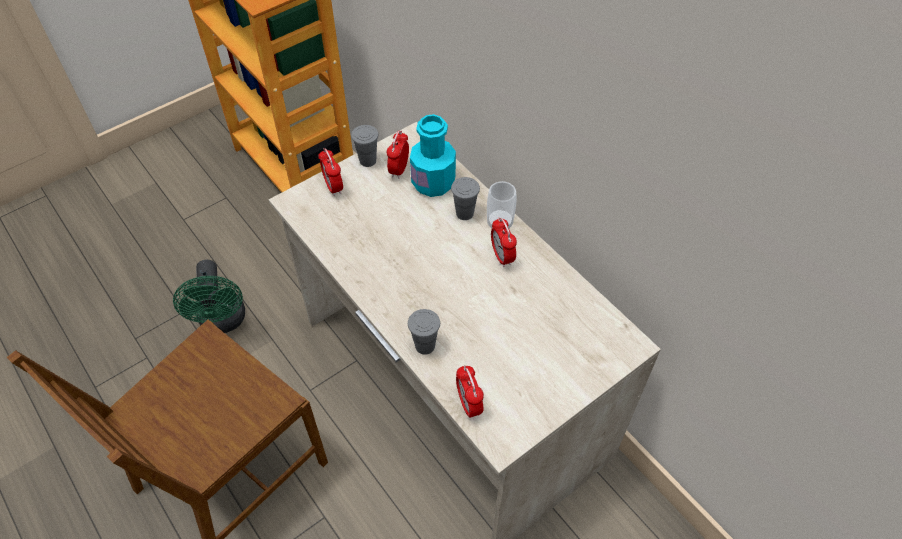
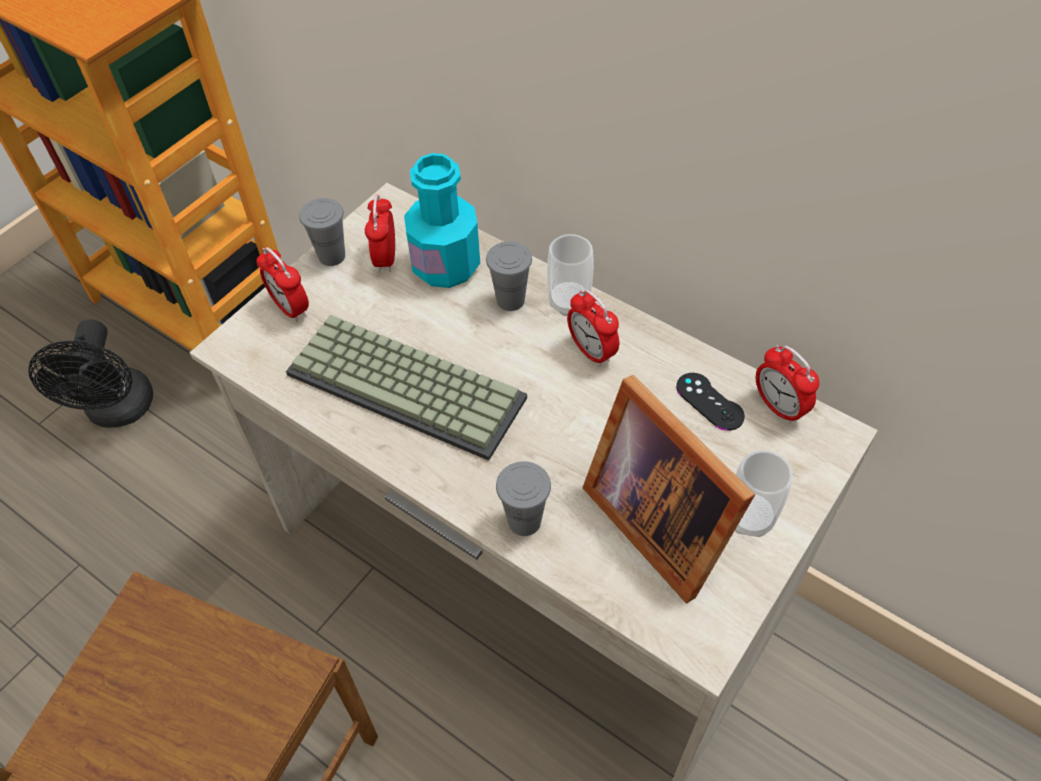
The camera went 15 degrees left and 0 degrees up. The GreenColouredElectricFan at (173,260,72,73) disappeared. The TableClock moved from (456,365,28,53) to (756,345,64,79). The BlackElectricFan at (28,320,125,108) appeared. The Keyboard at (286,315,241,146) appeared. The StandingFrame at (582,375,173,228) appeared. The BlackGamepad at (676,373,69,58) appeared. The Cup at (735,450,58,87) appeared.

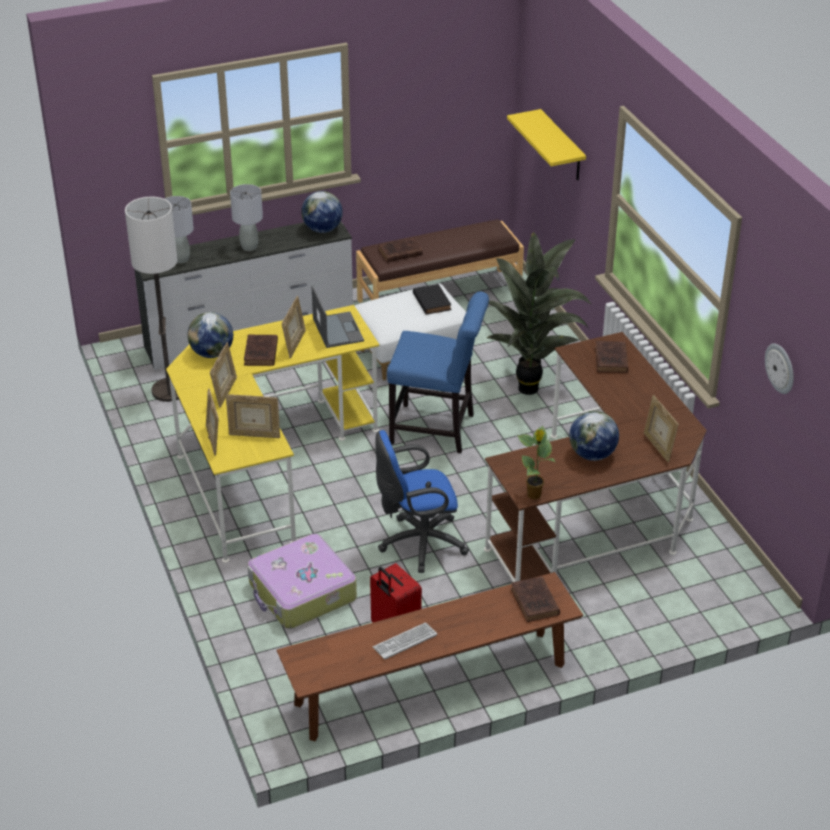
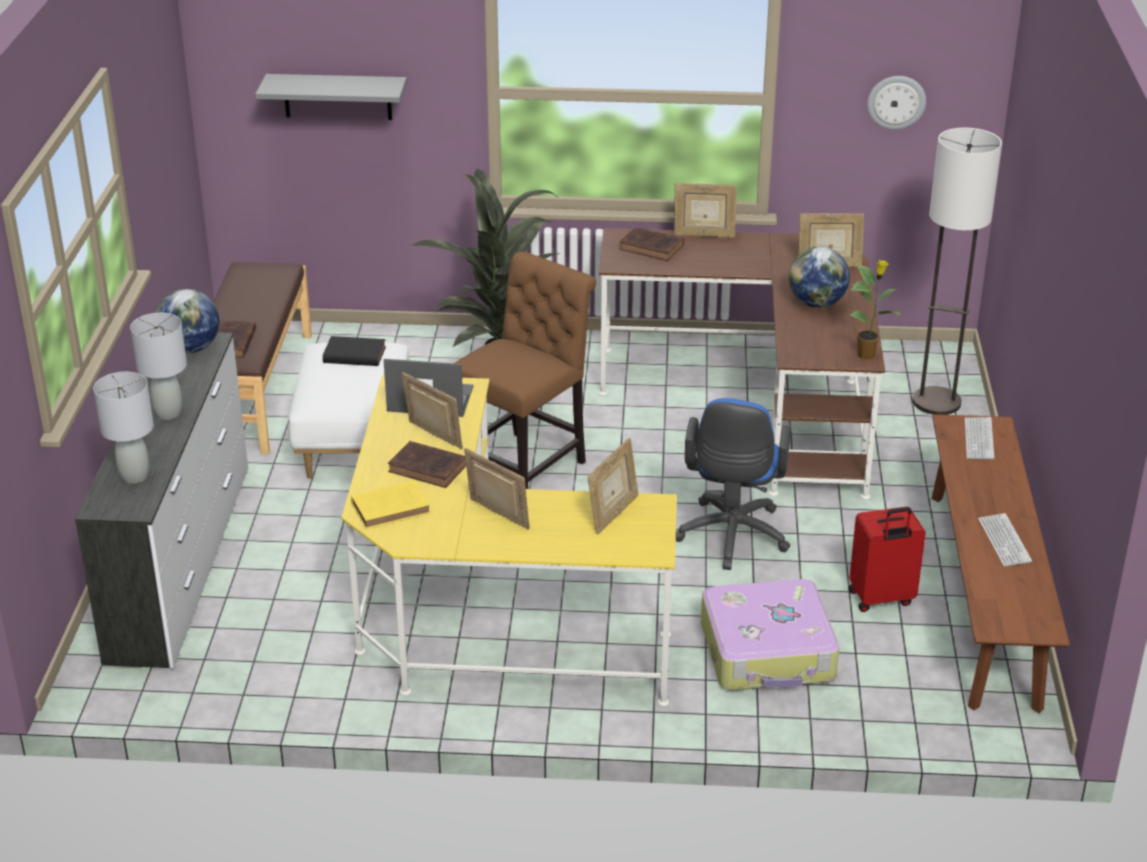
The camera went 65 degrees left and 5 degrees down. The StandardLamp moved from (125,197,54,205) to (913,128,89,287). The WorldGlobe at (187,312,46,46) was replaced by the YellowColouredBook at (351,481,80,48). The StandingFrame moved from (206,388,13,68) to (674,183,63,55). The BlueChair at (387,291,102,162) became the BrownColouredChair at (455,251,141,238). The YellowColouredShelf at (507,109,79,71) became the GrayShelf at (255,74,152,46). The BrownColouredBook at (511,576,49,46) was replaced by the Keyboard at (965,417,29,43).

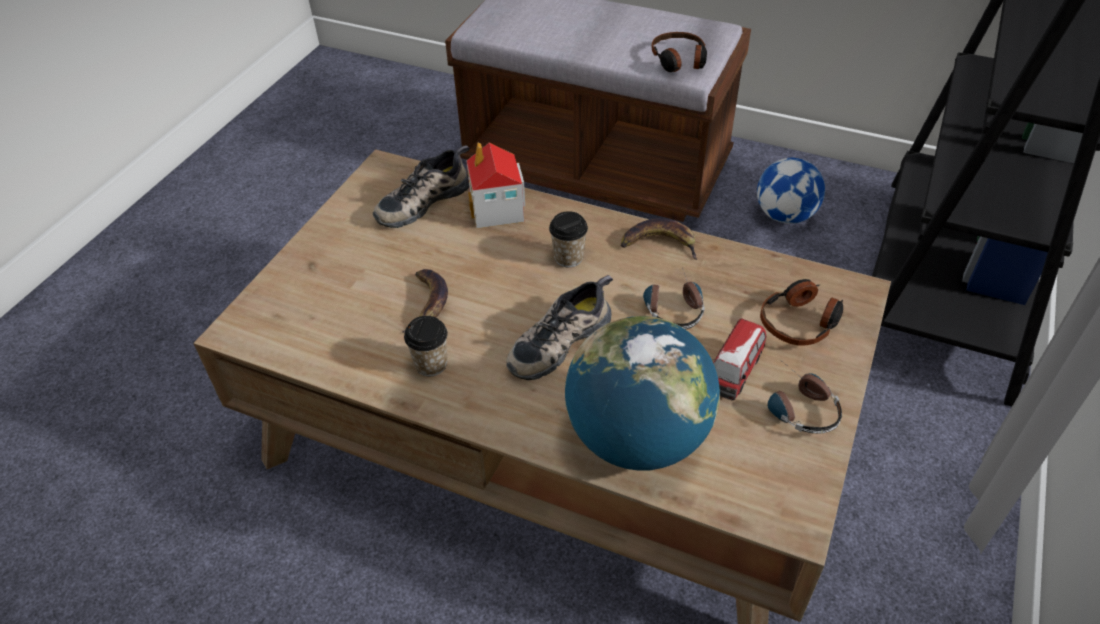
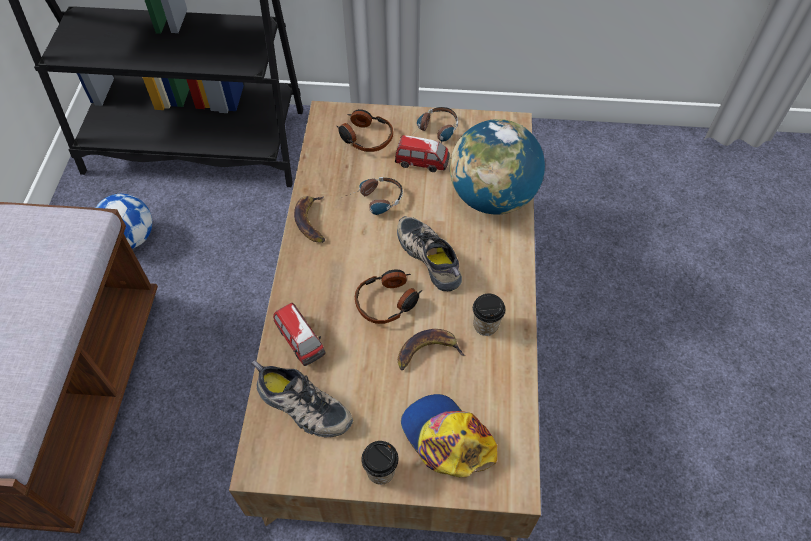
The camera went 110 degrees left and 10 degrees up. The MiniatureHouse at (467,142,58,86) was replaced by the MiniatureCar at (273,303,53,63). The LowShoe at (506,275,107,106) turned 150 degrees counterclockwise. The Cup moved from (549,211,39,56) to (361,441,38,44). The PairOfHeadphones moved from (651,32,56,40) to (355,269,67,55). The PeakedCap at (401,394,96,84) appeared.

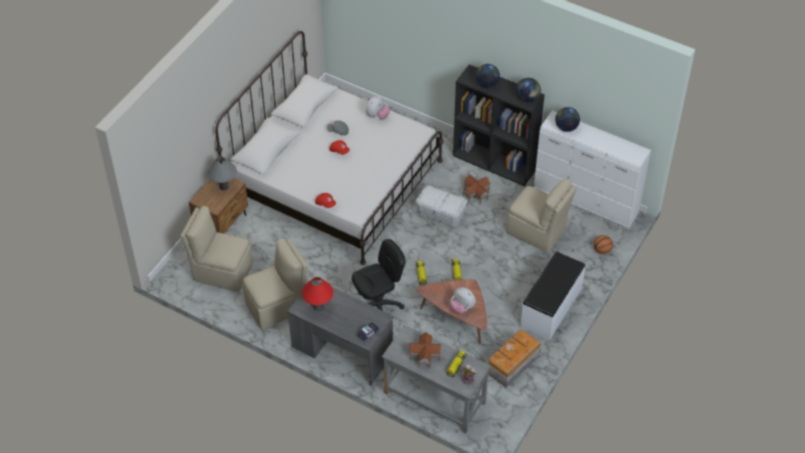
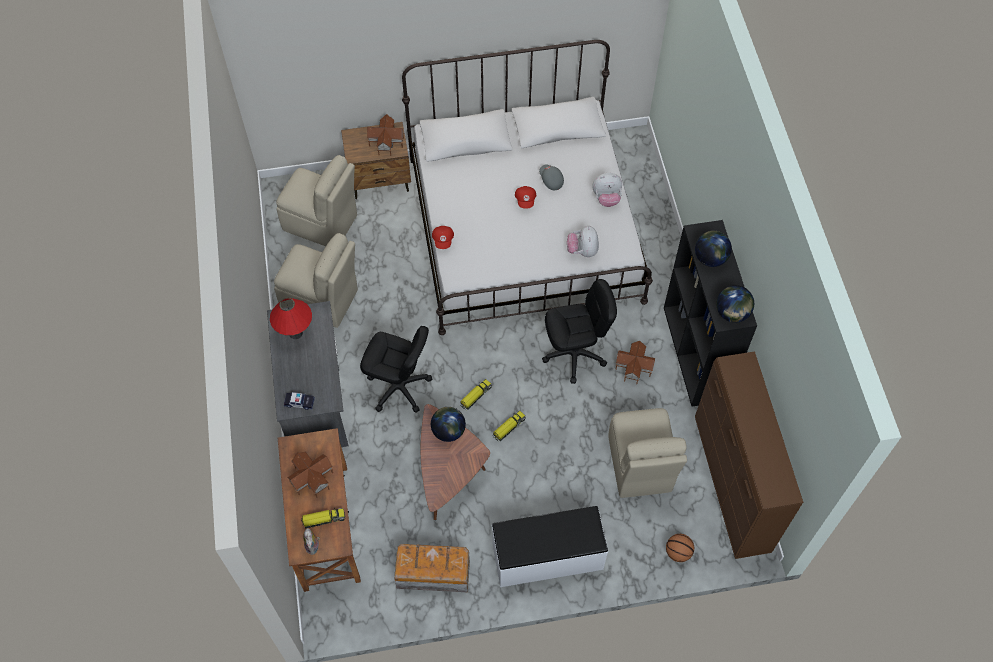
The camera went 50 degrees right and 10 degrees up. The BeigeColouredChair at (180,206,73,86) turned 135 degrees clockwise. The GrayLampForATable at (207,156,30,35) was replaced by the MiniatureHouse at (367,114,37,42). The GrayDeskTable at (382,325,109,108) became the BrownColouredDeskTable at (278,428,83,164). The WhiteColouredStorageBox at (416,186,51,41) was replaced by the BlackOfficeChair at (542,279,75,105). The SoftToy moved from (450,287,26,27) to (567,226,32,31). The WhiteColouredDrawerChest at (534,110,117,119) became the BrownColouredDrawerChest at (695,351,108,208). The WorldGlobe moved from (555,107,25,25) to (431,407,35,35).

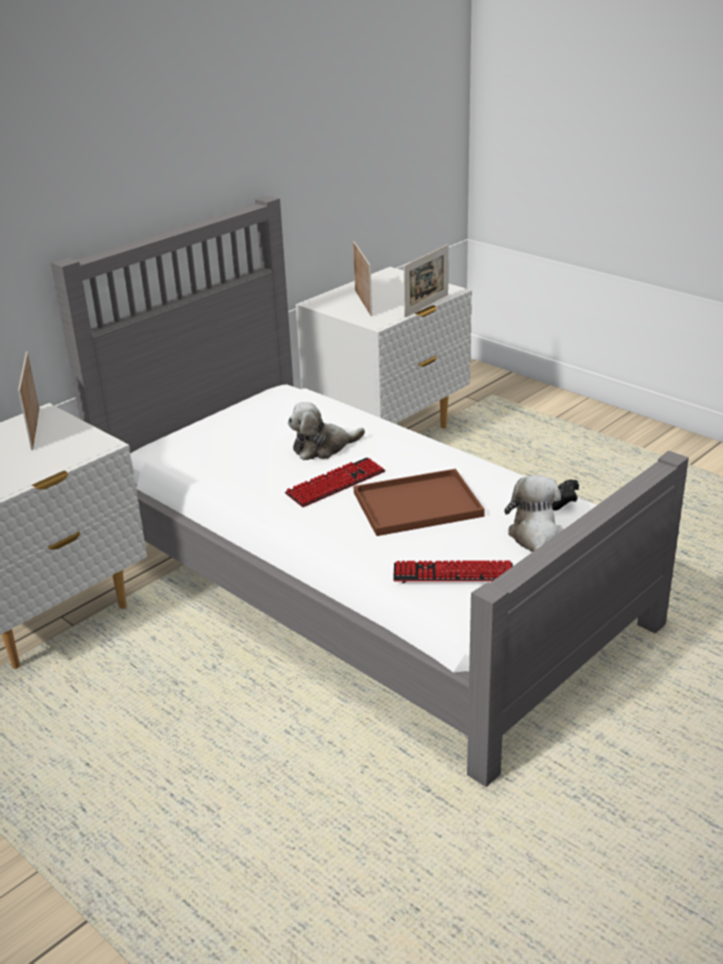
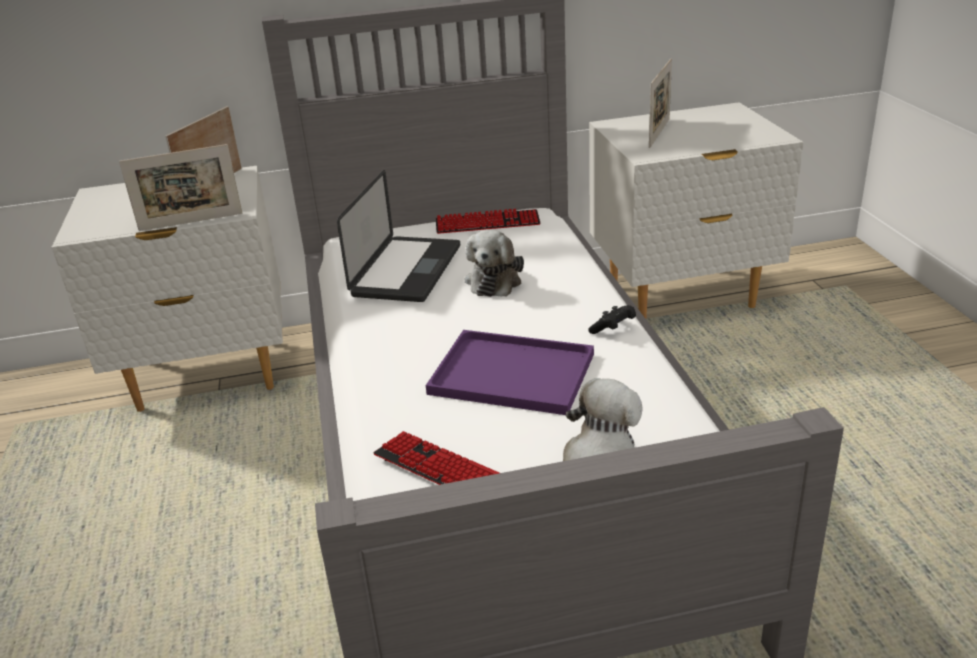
The camera went 35 degrees right and 0 degrees up. The Keyboard moved from (285,457,100,50) to (436,209,105,25). The SoftToy at (288,402,77,58) turned 90 degrees counterclockwise. The BrownColouredTray at (354,469,131,67) became the PurpleColouredTray at (426,330,168,85). The StandingFrame moved from (404,244,44,73) to (119,144,123,87). The BlackGamepad moved from (552,480,27,31) to (588,305,48,29). The PortableComputer at (337,170,123,132) appeared.

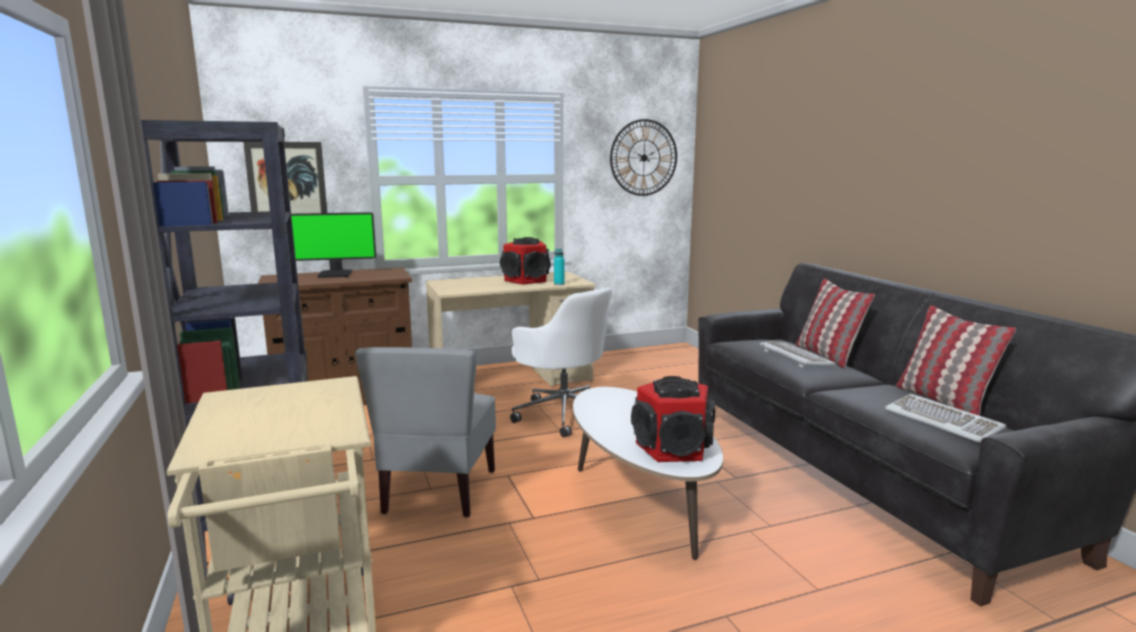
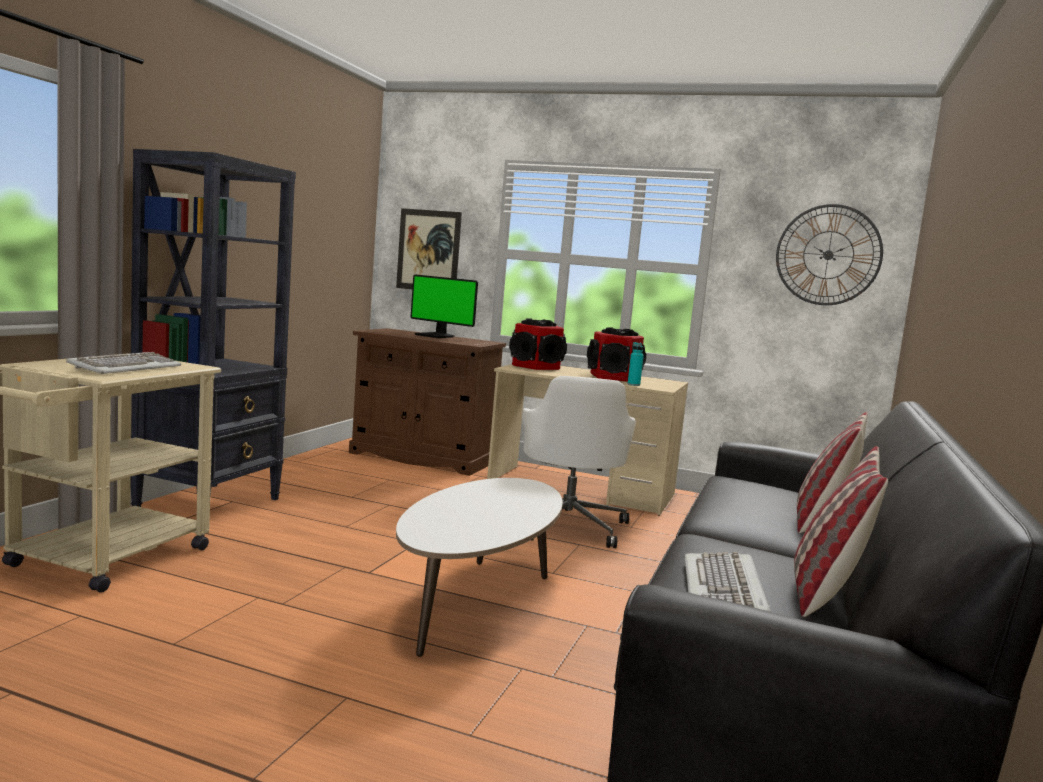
The camera went 40 degrees right and 5 degrees down. The GrayChair at (355,347,141,171) disappeared. The AudioSpeaker moved from (631,376,84,86) to (509,318,58,52). The Keyboard moved from (760,341,76,27) to (66,352,115,22).

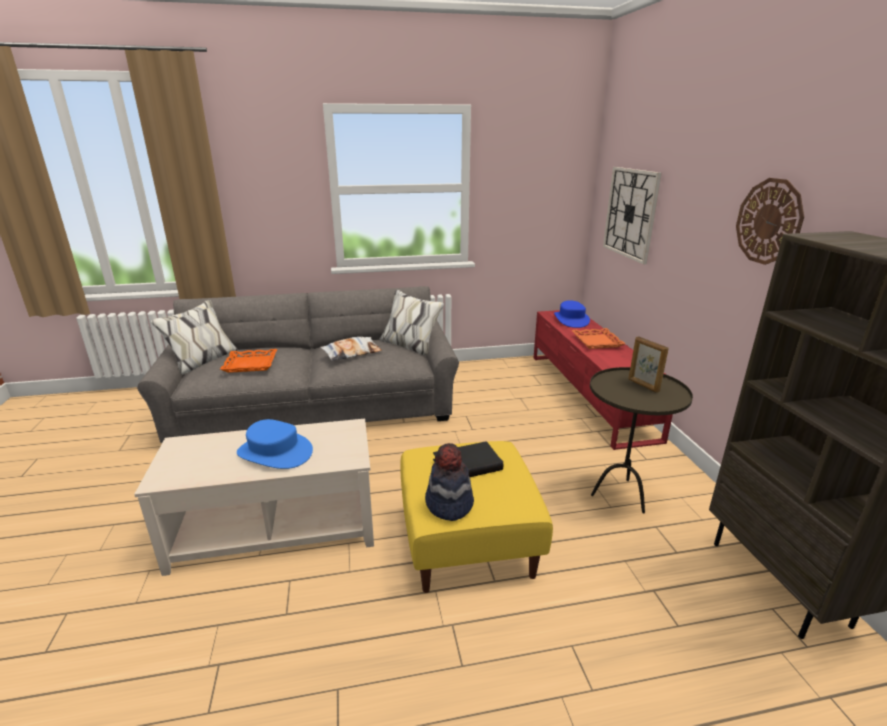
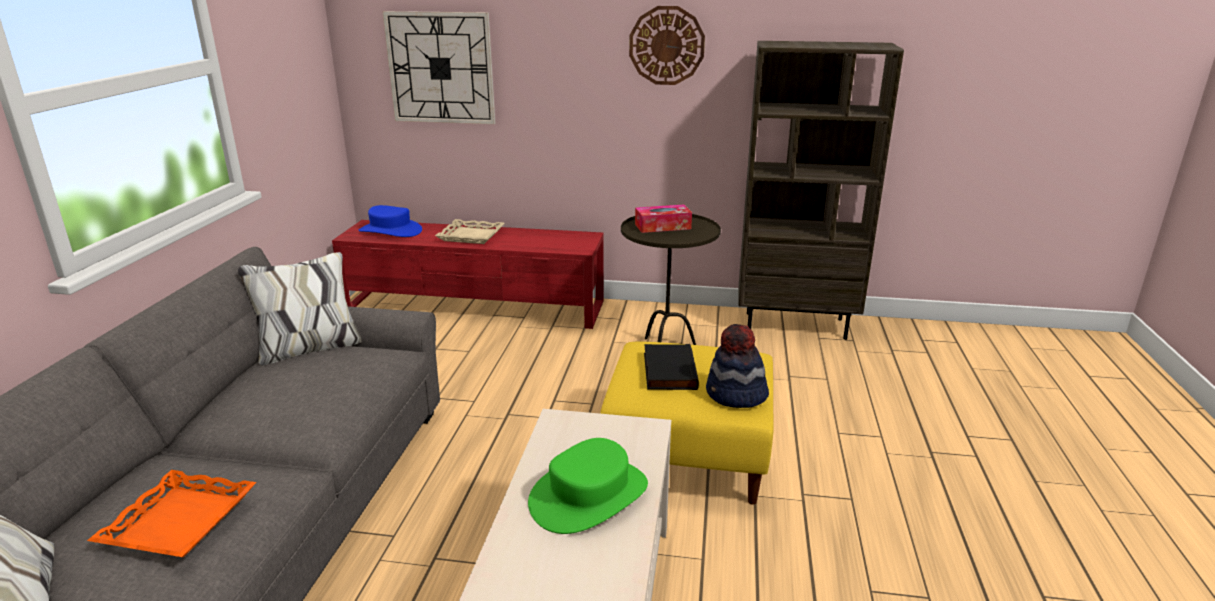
The camera went 70 degrees left and 0 degrees up. The BlueClothingHat at (237,419,76,50) became the GreenColouredClothingHat at (528,438,120,96). The ThrowPillow at (320,337,62,24) disappeared. The OrangeTray at (572,328,54,21) became the BeigeColouredTray at (435,219,70,25). The StandingFrame at (628,336,41,57) was replaced by the BoxOfTissues at (635,204,57,29).

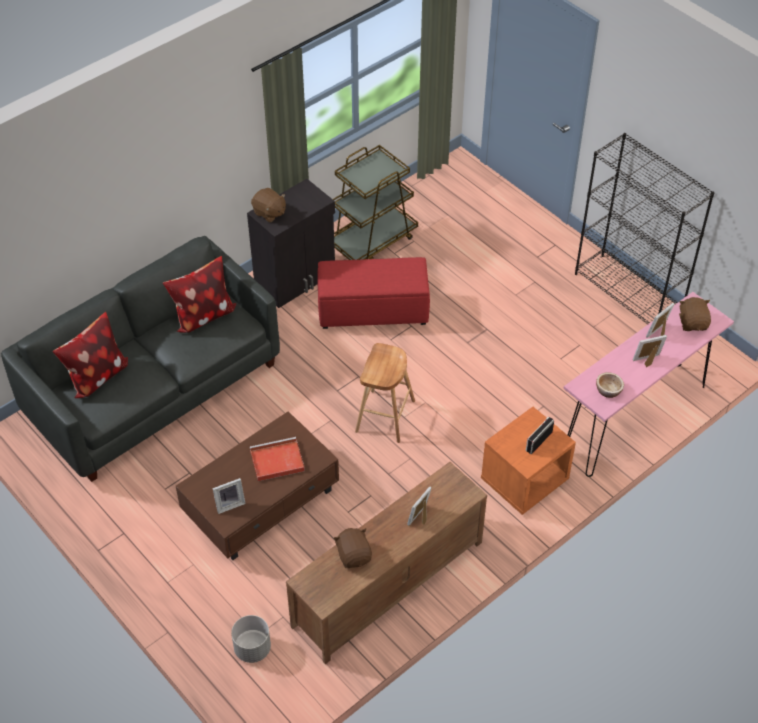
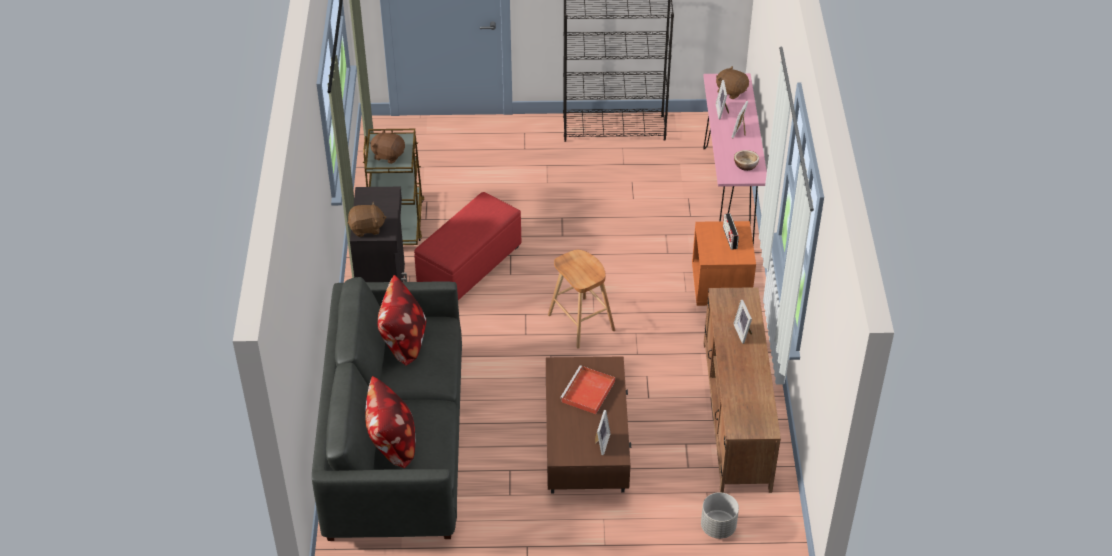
The camera went 50 degrees left and 5 degrees down. The BrownColouredSoftToy moved from (333,528,39,40) to (370,130,35,34).

